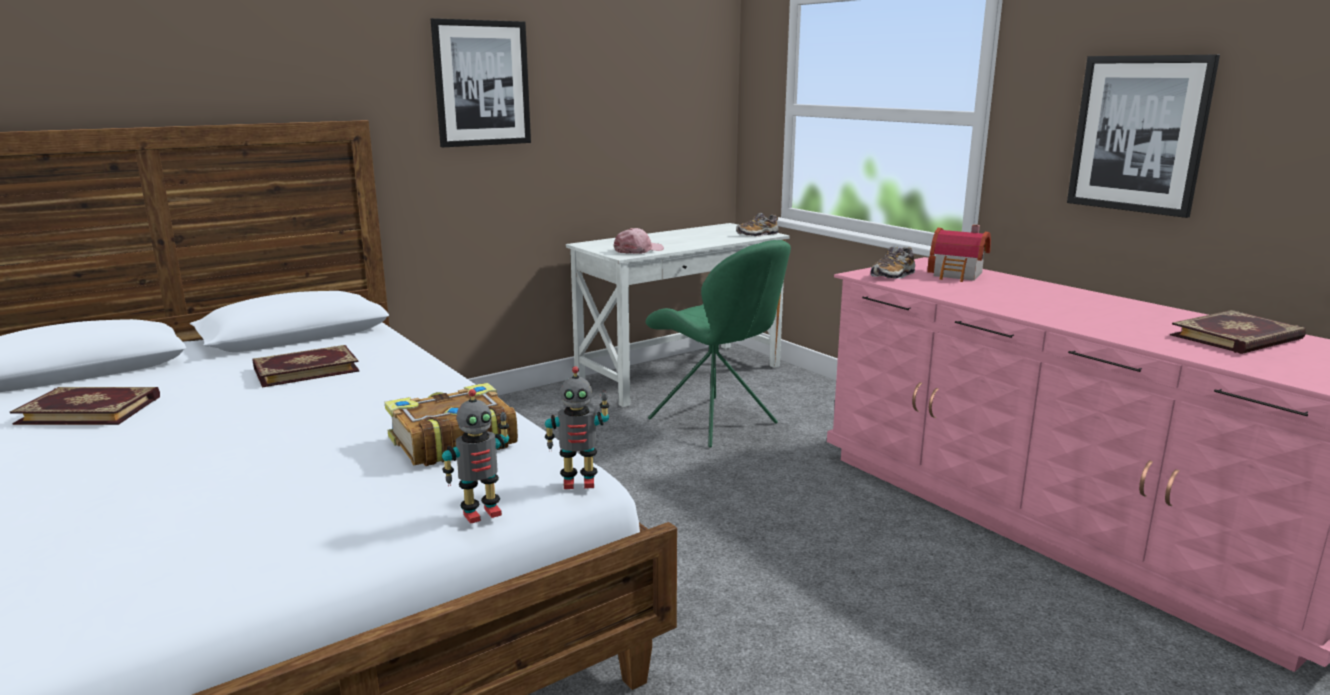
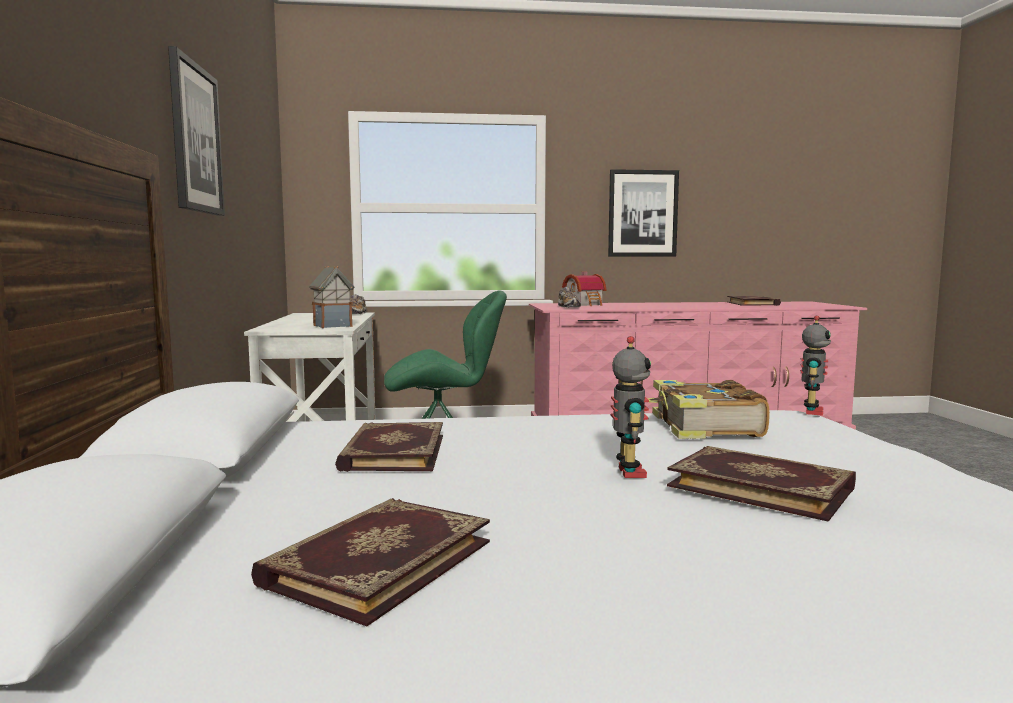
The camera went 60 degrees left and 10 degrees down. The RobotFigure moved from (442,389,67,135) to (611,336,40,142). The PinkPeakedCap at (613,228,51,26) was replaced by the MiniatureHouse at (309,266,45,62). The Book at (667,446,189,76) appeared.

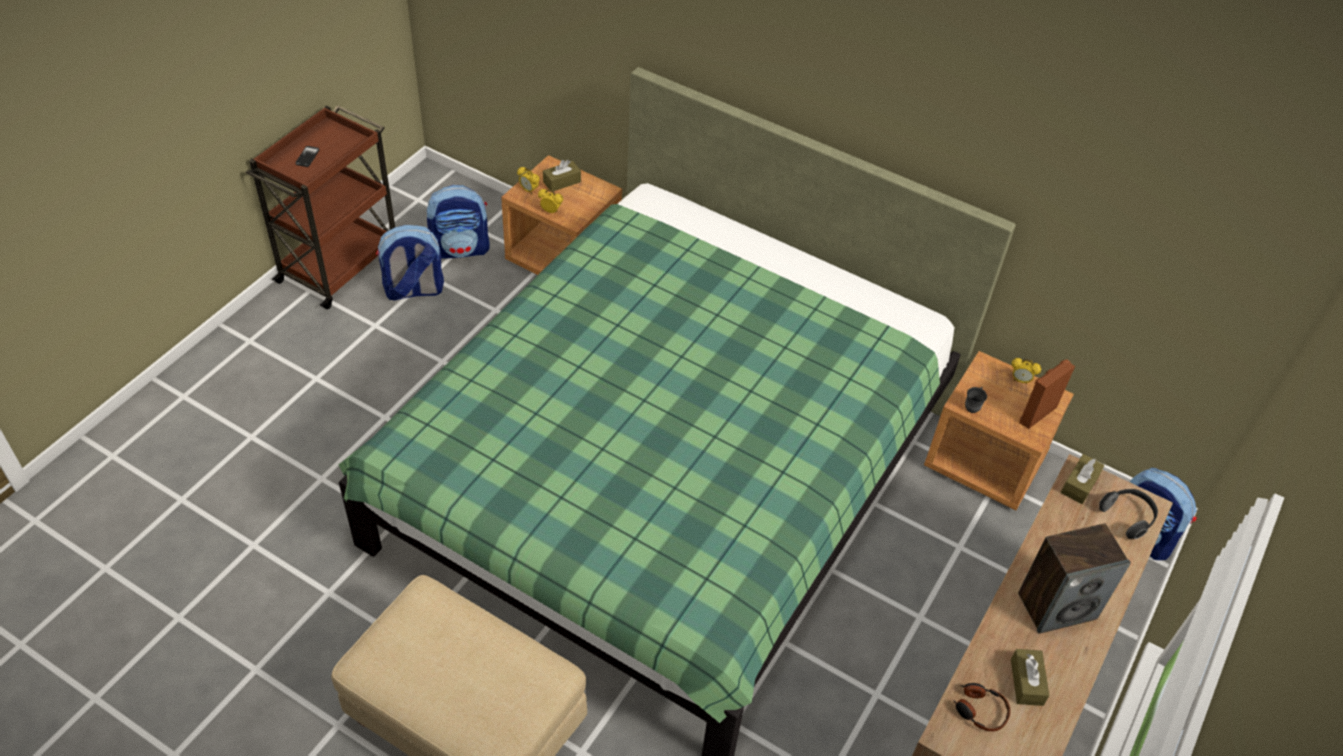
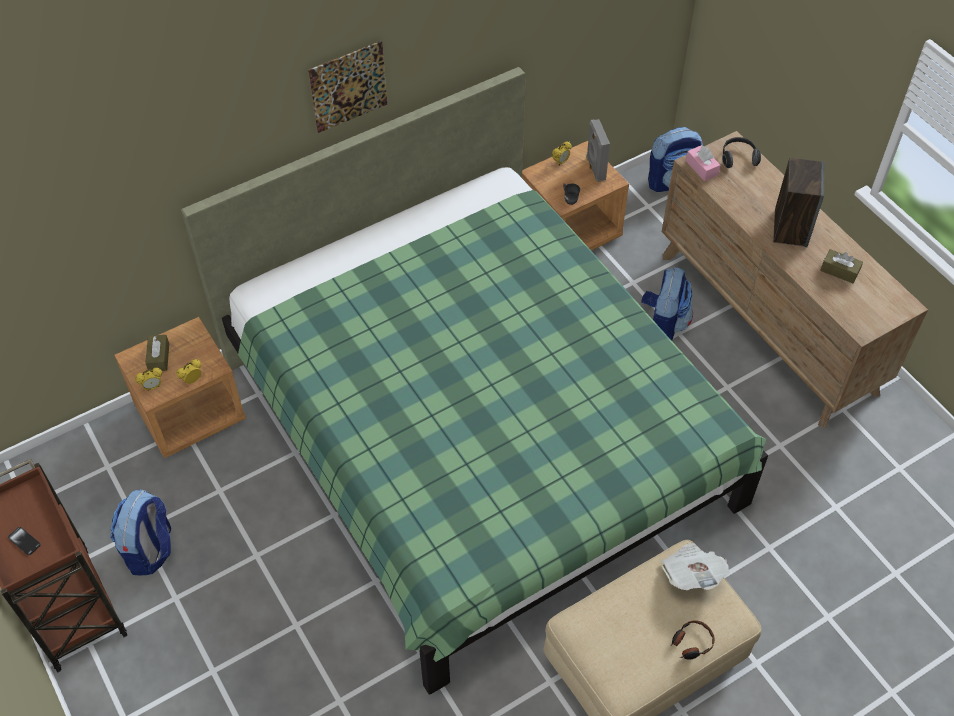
The camera went 60 degrees left and 5 degrees up. The Rucksack moved from (426,185,64,74) to (641,267,52,74). The PairOfHeadphones moved from (953,683,57,48) to (671,620,44,39). The BrownColouredAudioSpeaker at (1020,359,55,70) became the GrayAudioSpeaker at (586,119,24,63). The BrownColouredBoxOfTissues at (1061,454,44,50) became the PinkBoxOfTissues at (686,145,34,36). The Picture at (308,41,79,92) appeared. The Newspaper at (661,543,69,47) appeared.

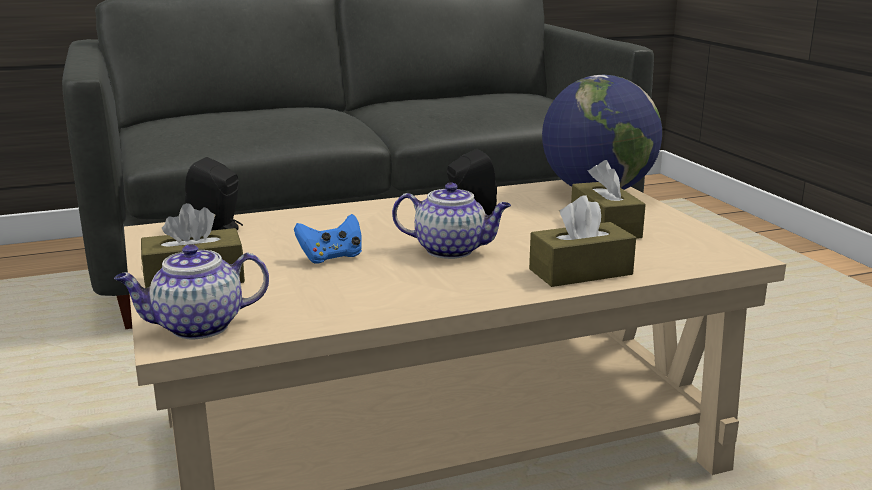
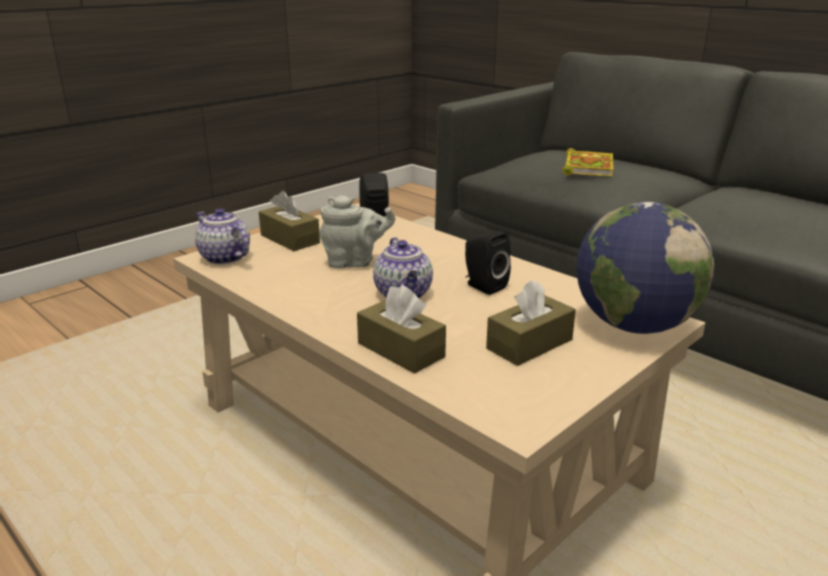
The camera went 65 degrees right and 5 degrees up. The BlueGamepad at (294,214,68,50) was replaced by the GrayPotForTea at (319,195,76,73). The Book at (562,148,51,29) appeared.

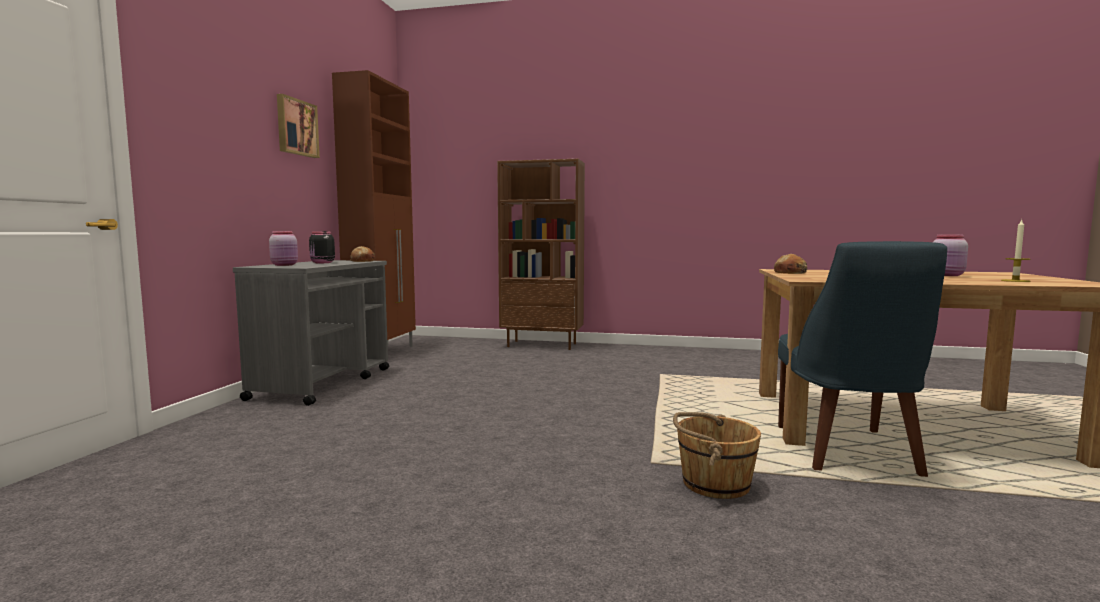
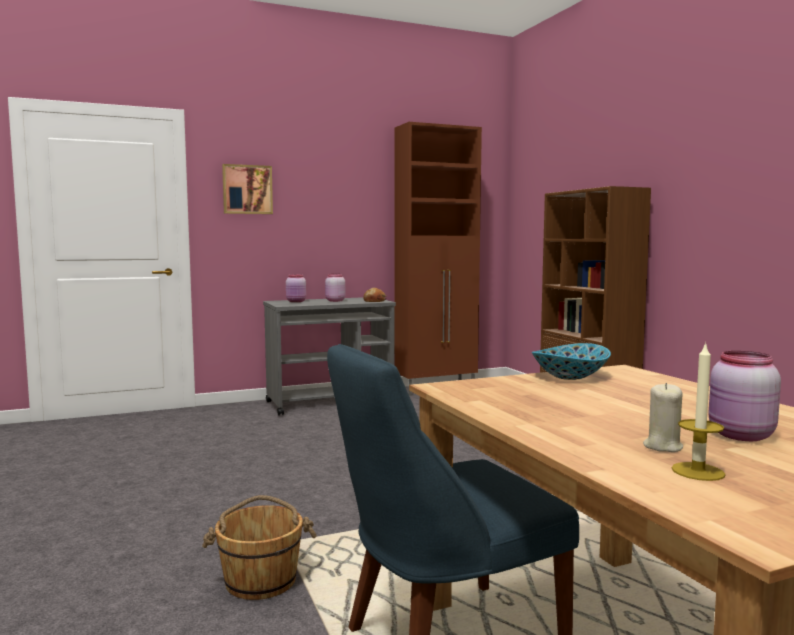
The camera went 55 degrees right and 0 degrees up. The Picture moved from (277,94,43,64) to (222,164,51,50). The BlackJar at (309,231,26,32) became the PinkJar at (325,274,20,28). The Bread at (774,254,33,20) was replaced by the DeepDish at (532,343,79,37). The BeigeColouredWaxLight at (643,383,40,69) appeared.

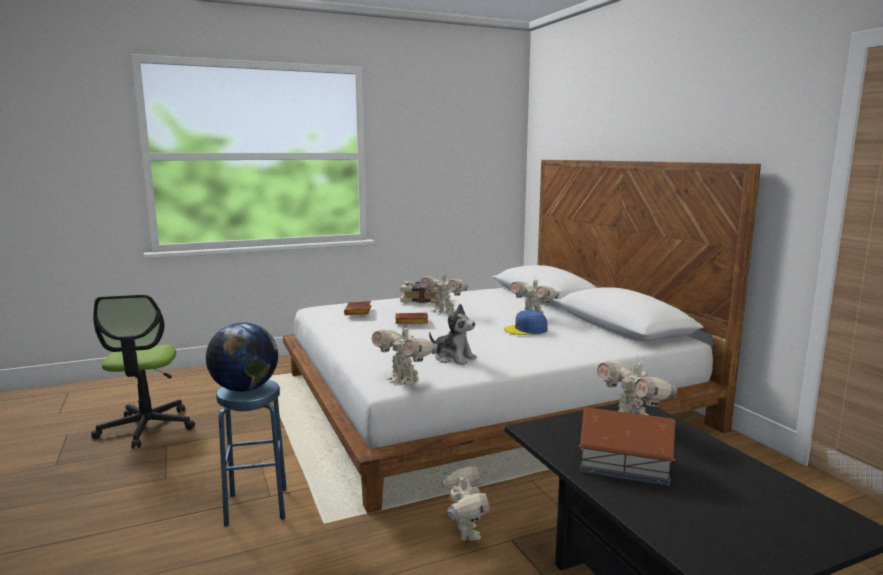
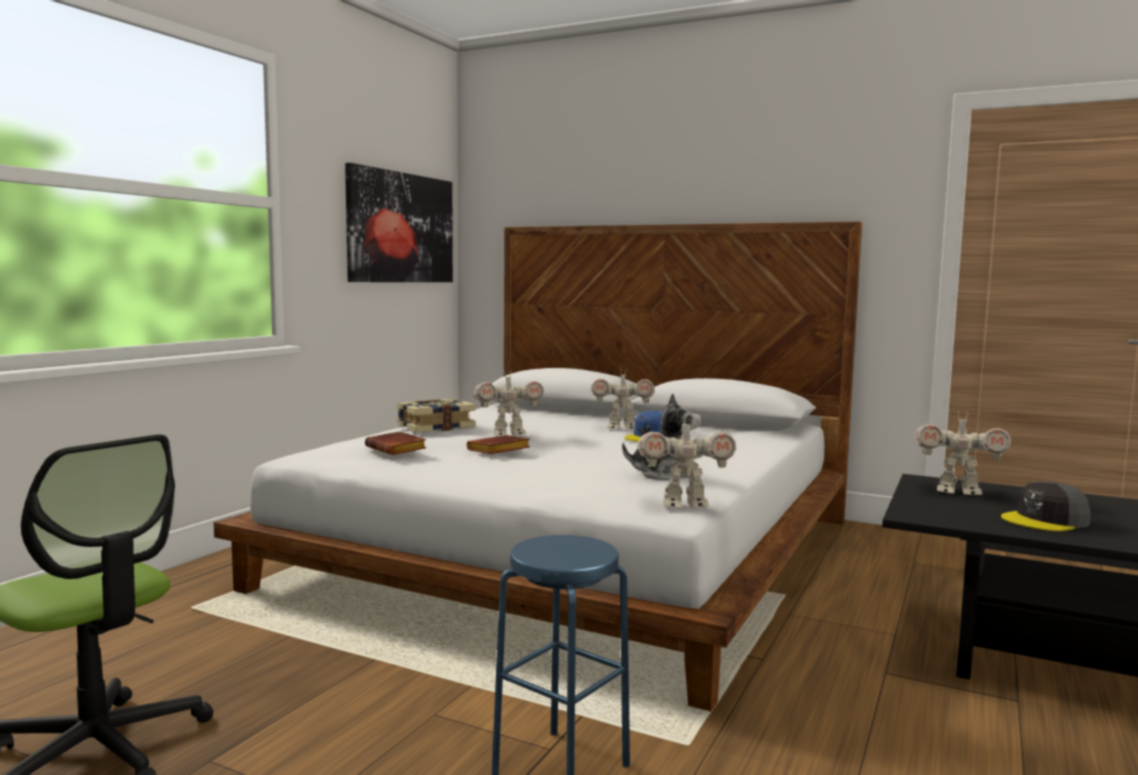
The camera went 40 degrees left and 5 degrees down. The WorldGlobe at (206,322,72,70) disappeared. The RobotFigure at (441,466,49,75) disappeared. The MiniatureHouse at (578,407,97,79) was replaced by the GrayPeakedCap at (1001,481,89,50). The Picture at (345,163,108,119) appeared.

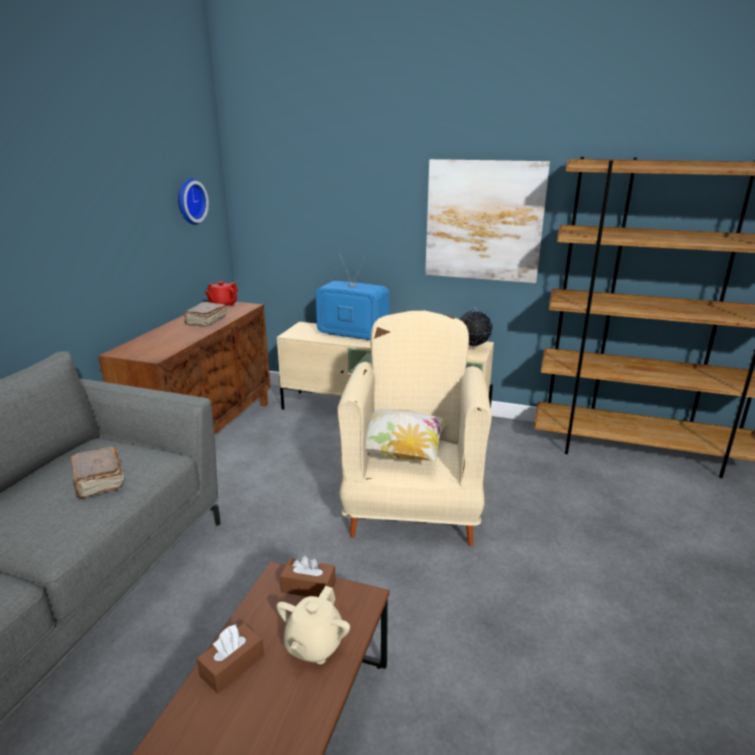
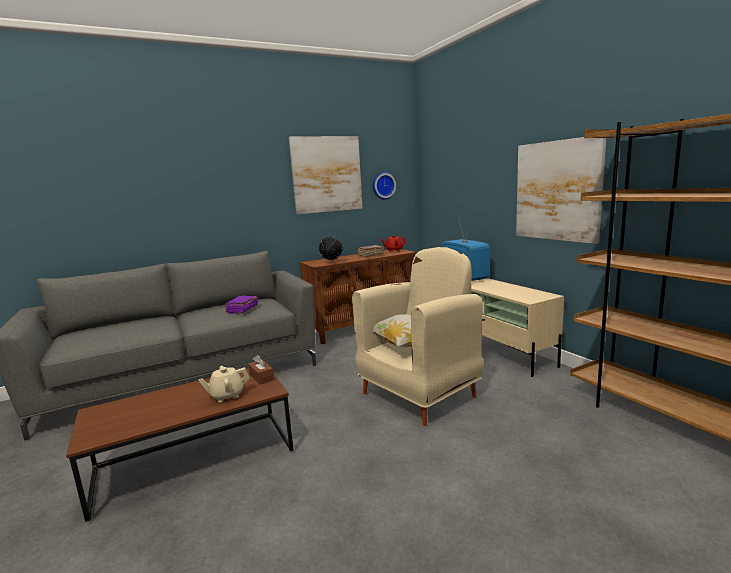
The camera went 45 degrees right and 10 degrees down. The BrownColouredBook at (70,446,54,52) became the PurpleColouredBook at (225,295,33,19). The BrownColouredBoxOfTissues at (197,623,67,71) disappeared. The WorldGlobe moved from (459,307,33,42) to (319,233,24,30). The Picture at (289,136,74,78) appeared.

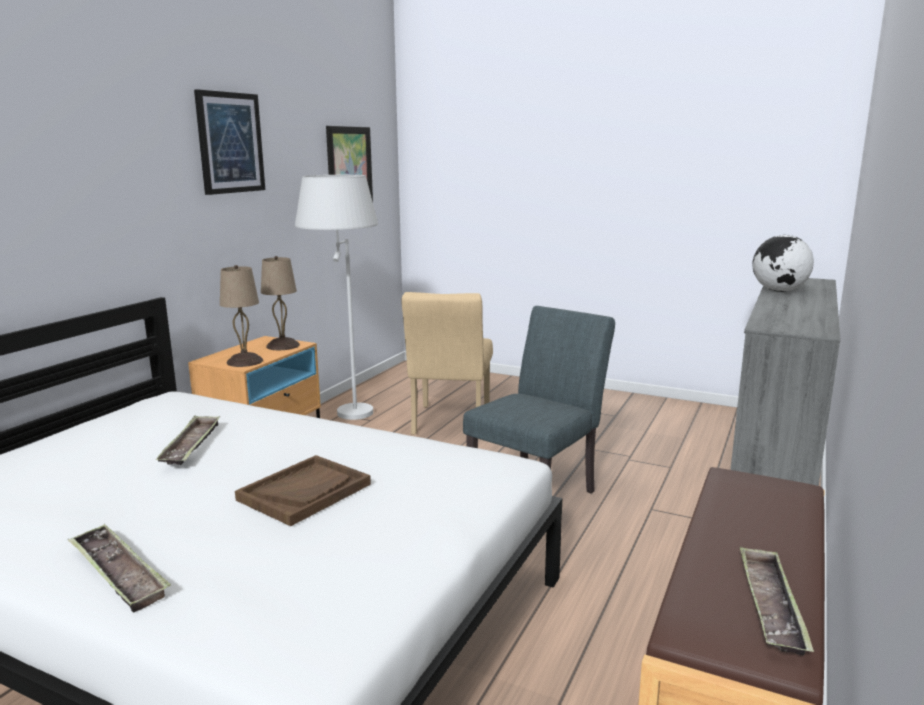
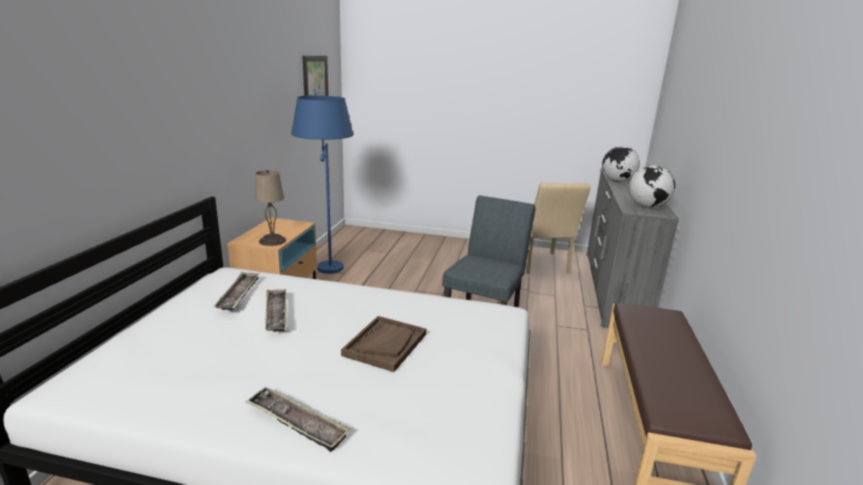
The camera went 15 degrees left and 5 degrees up. The Picture at (194,89,71,106) disappeared. The BeigeColouredLampForATable at (261,256,39,94) disappeared. The WhiteColouredStandardLamp at (295,175,83,245) became the BlueStandardLamp at (291,95,62,179). The BeigeColouredChair moved from (402,292,91,143) to (526,182,65,92). The Tray moved from (739,546,75,110) to (214,272,46,39). The WorldGlobe at (629,165,46,43) appeared.

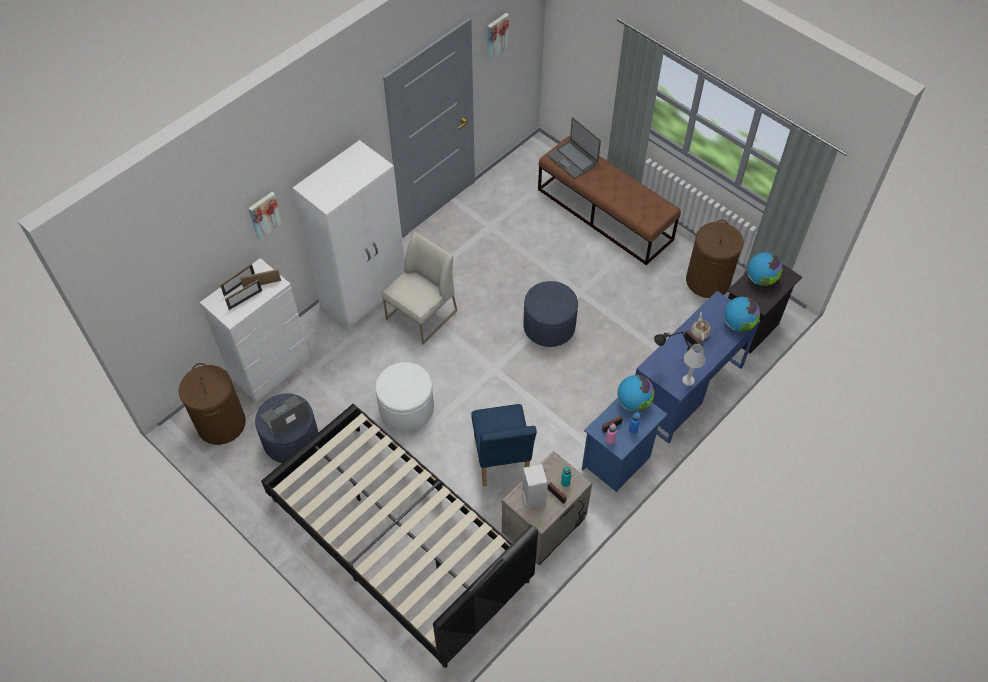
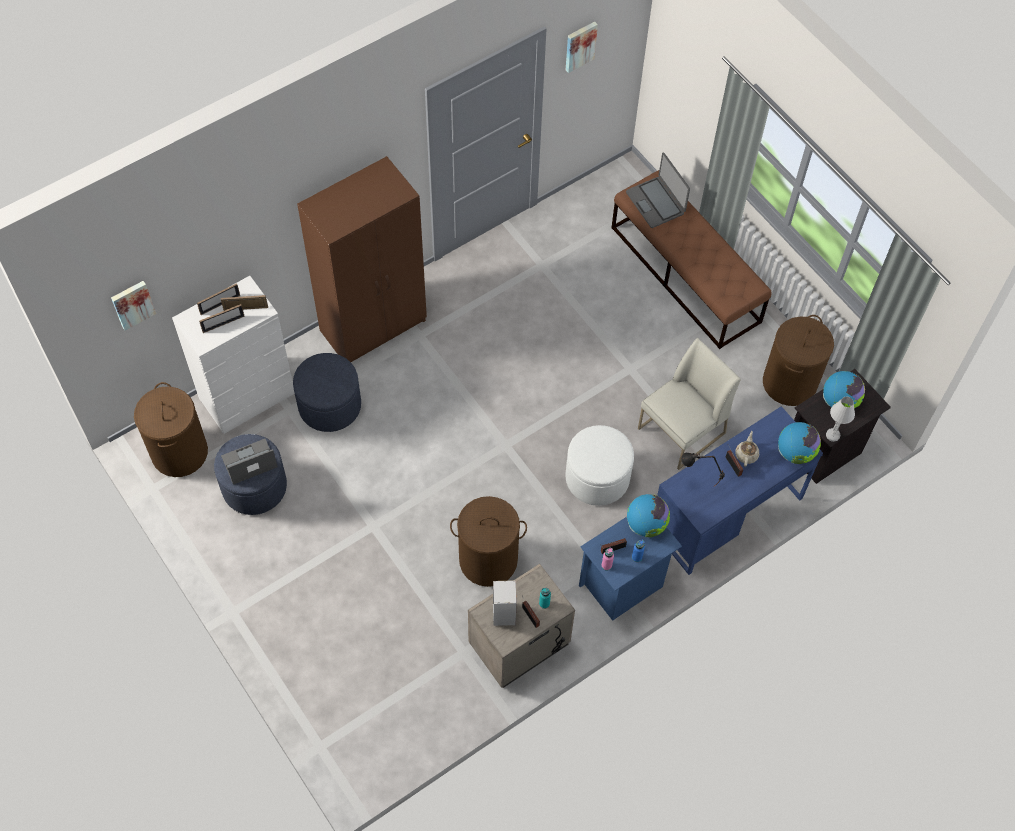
The camera went 10 degrees right and 5 degrees up. The Picture moved from (248,192,35,48) to (111,281,45,50). The BlackSleepingBed at (261,404,277,264) disappeared. The WhiteColouredClothesCupboard at (293,140,112,190) became the BrownColouredClothesCupboard at (297,156,130,206). The WhiteColouredOttoman moved from (375,362,59,69) to (565,425,69,81). The WhiteColouredChair moved from (381,231,76,114) to (638,338,103,132). The BlueChair at (471,404,66,82) was replaced by the BrownColouredHamper at (450,496,77,91). The BlueOttoman moved from (524,281,54,66) to (293,353,68,79). The WhiteColouredLampForATable moved from (682,344,23,42) to (826,397,29,45).

